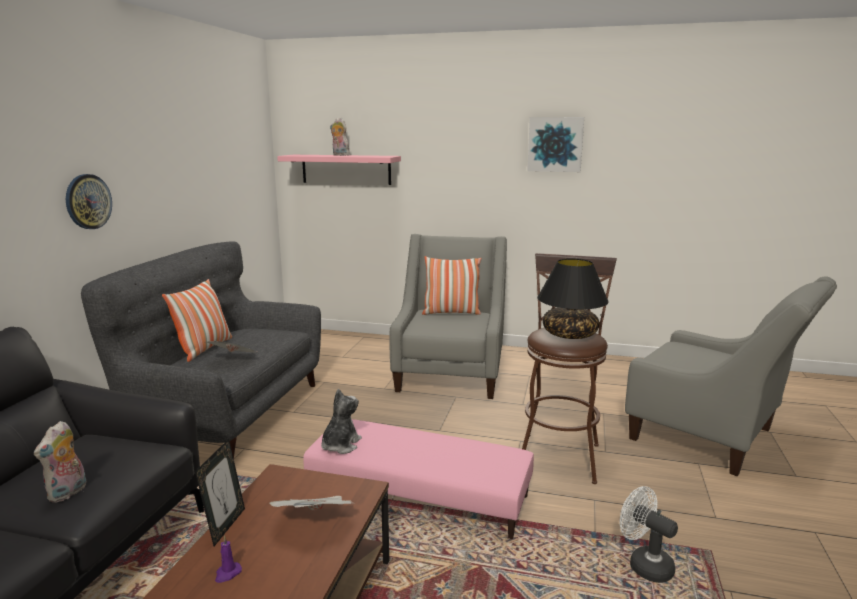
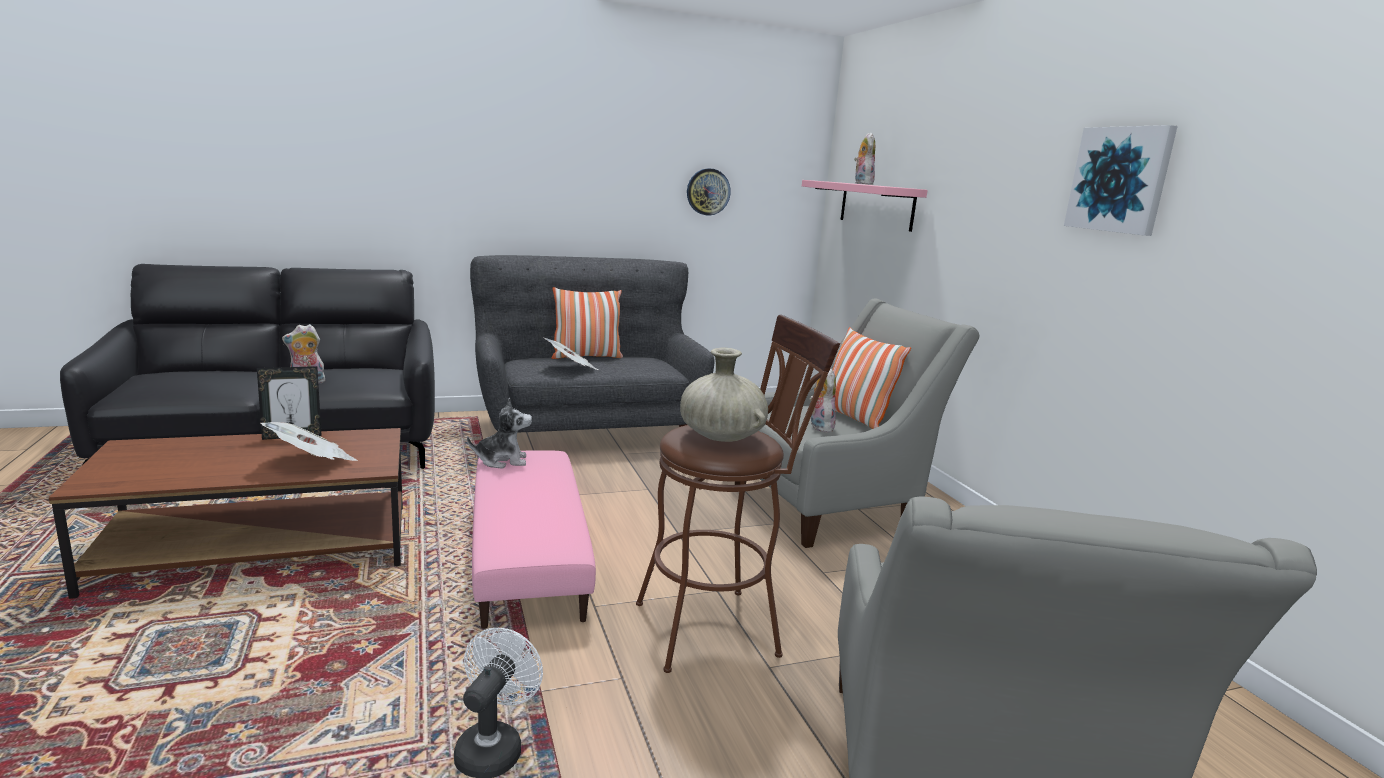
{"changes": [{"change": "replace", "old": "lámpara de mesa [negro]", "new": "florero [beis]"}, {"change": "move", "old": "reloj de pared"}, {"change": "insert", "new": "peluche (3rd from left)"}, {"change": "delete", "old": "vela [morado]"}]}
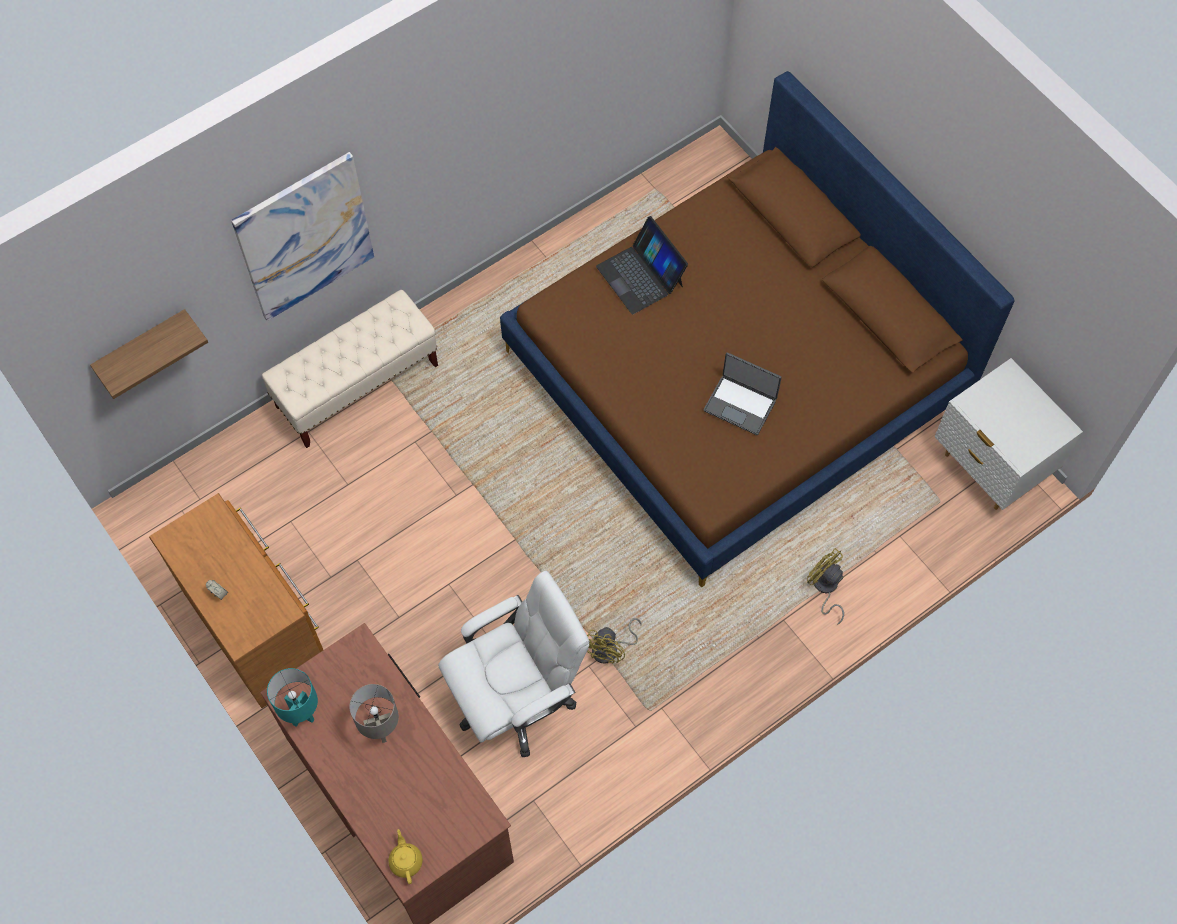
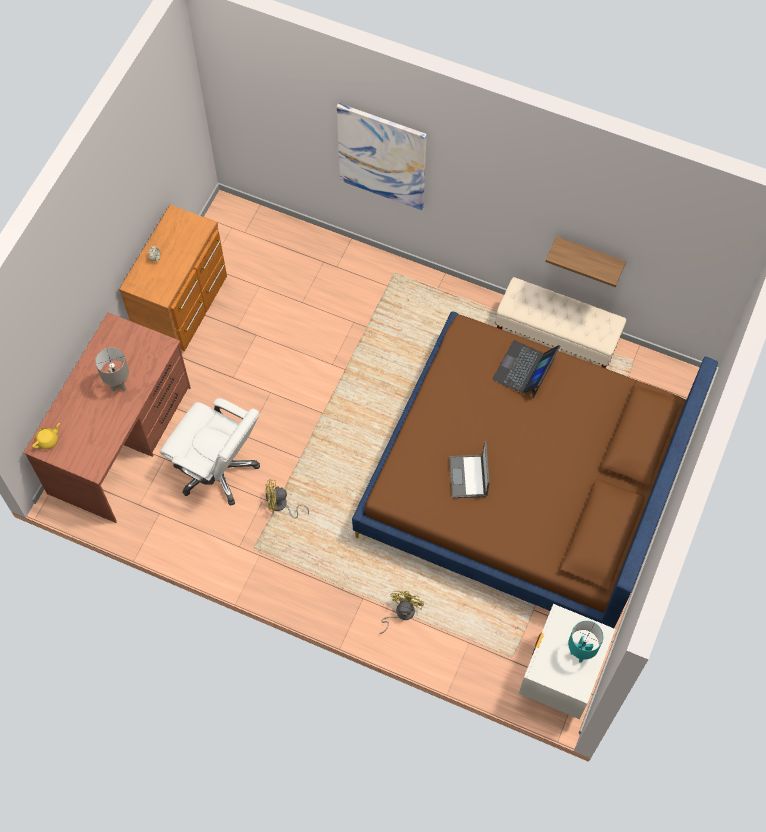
{"changes": [{"change": "move", "old": "banco [beis]"}, {"change": "move", "old": "estante"}, {"change": "move", "old": "lámpara de mesa [turquesa]"}]}
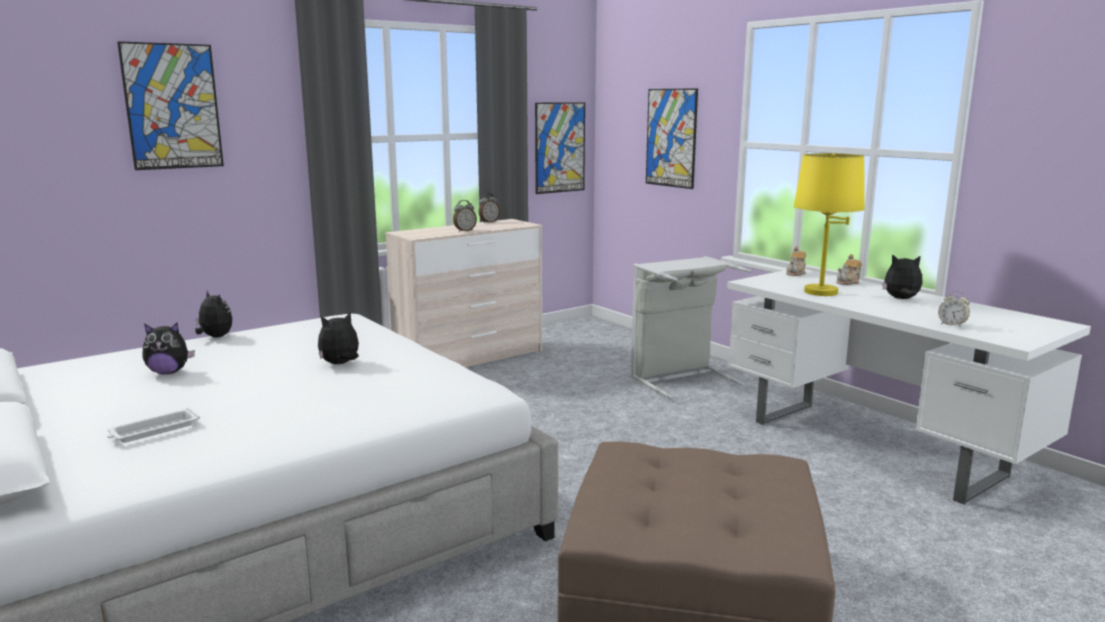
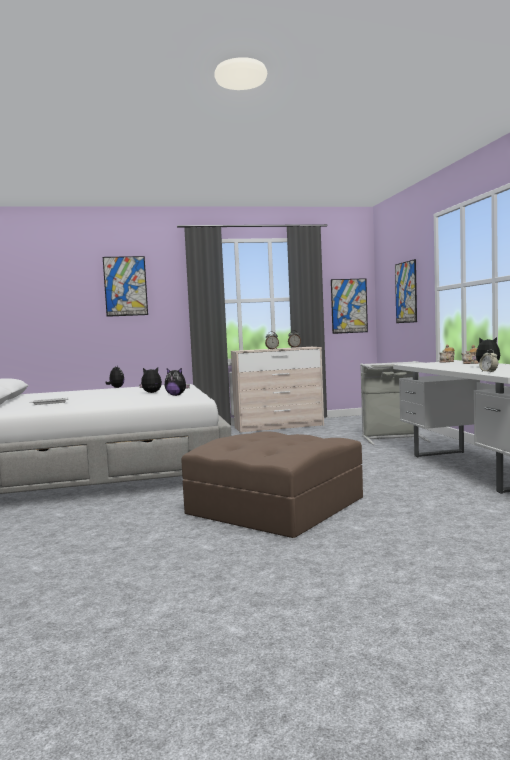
{"changes": [{"change": "move", "old": "peluche (1st from left in the first image)", "new": "peluche (3rd from left)"}, {"change": "delete", "old": "lámpara de mesa [amarillo]"}]}
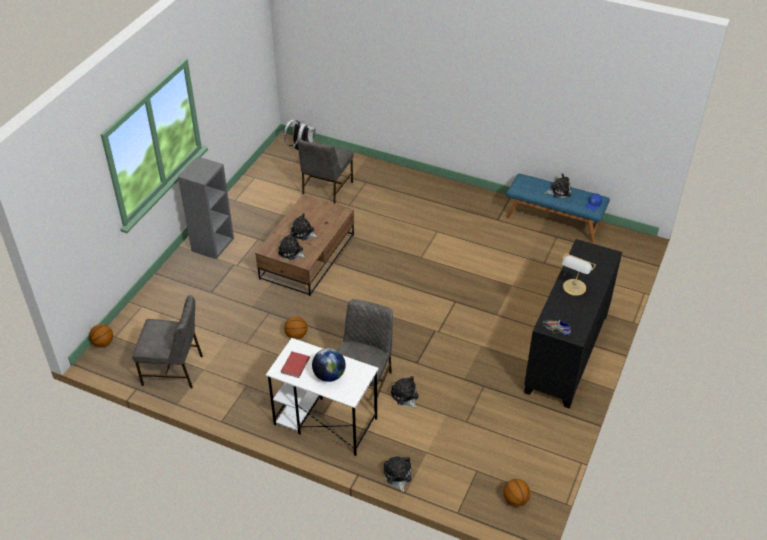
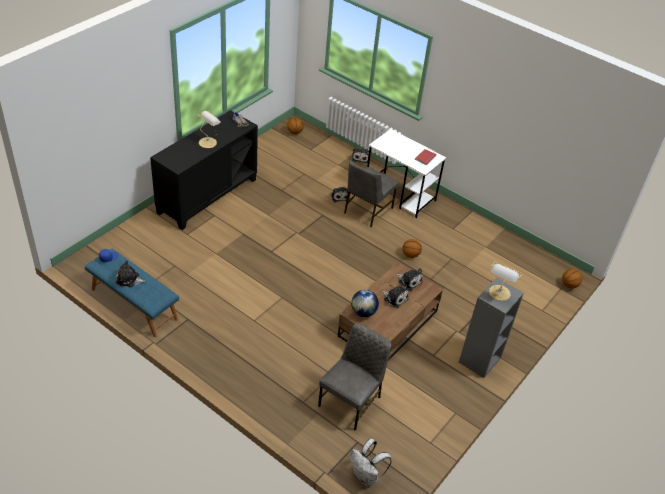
{"changes": [{"change": "move", "old": "globo terráqueo"}, {"change": "insert", "new": "lámpara de mesa (2nd from left)"}, {"change": "delete", "old": "silla [gris] (1st from left)"}]}
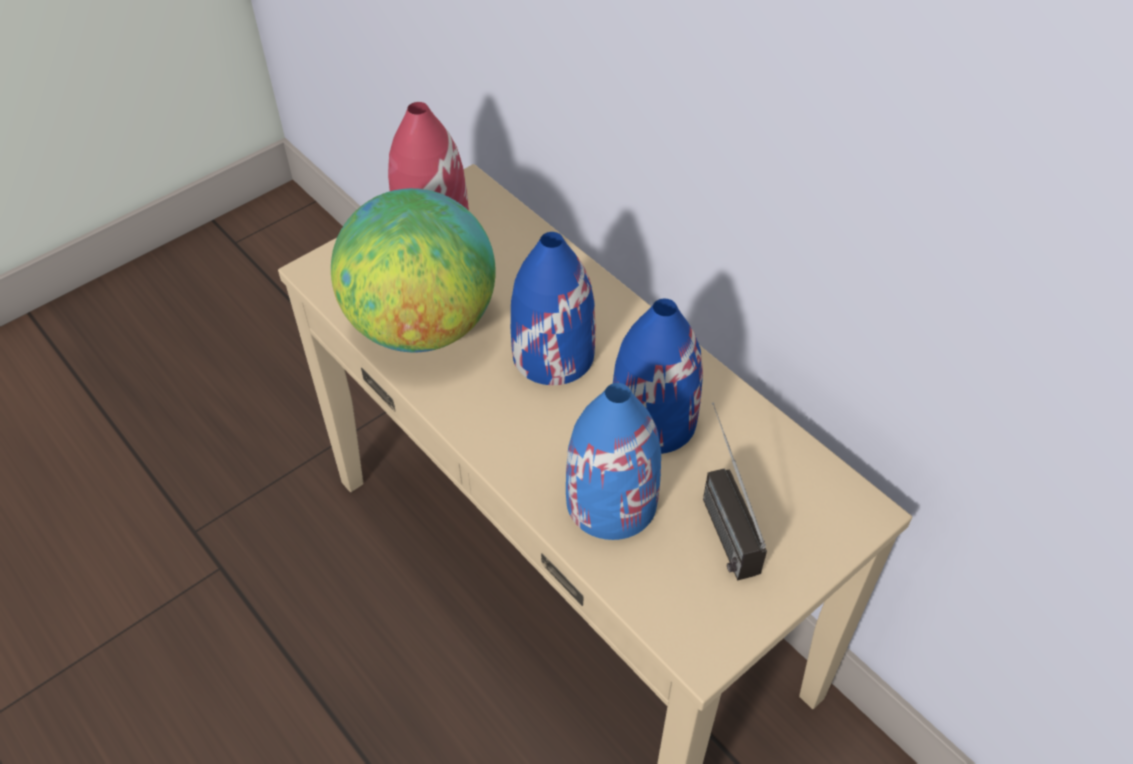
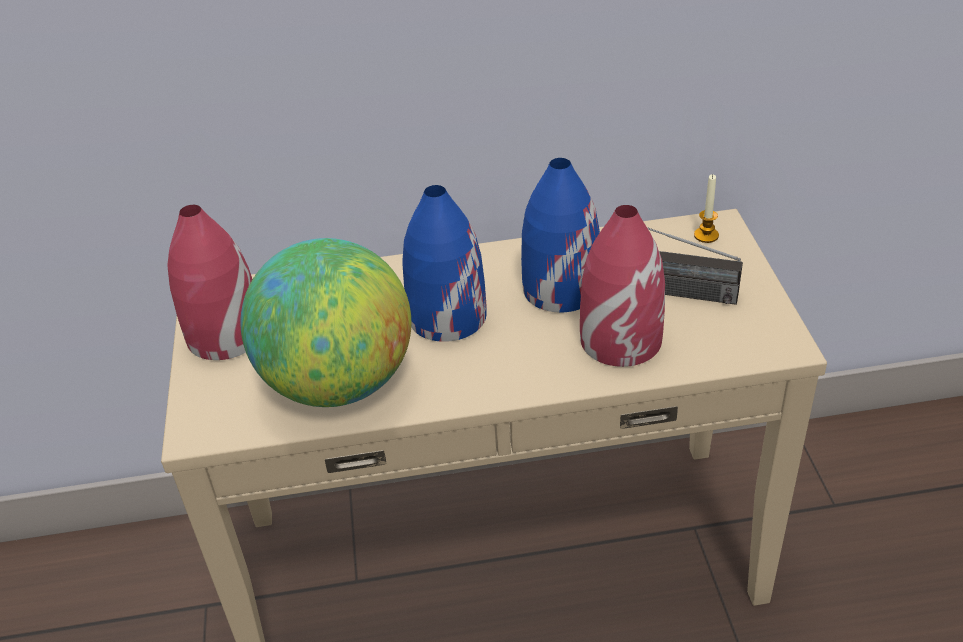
{"changes": [{"change": "recolor", "old": "florero [azul] (2nd from left)", "new": "florero [rojo] (2nd from left)"}, {"change": "insert", "new": "vela"}]}
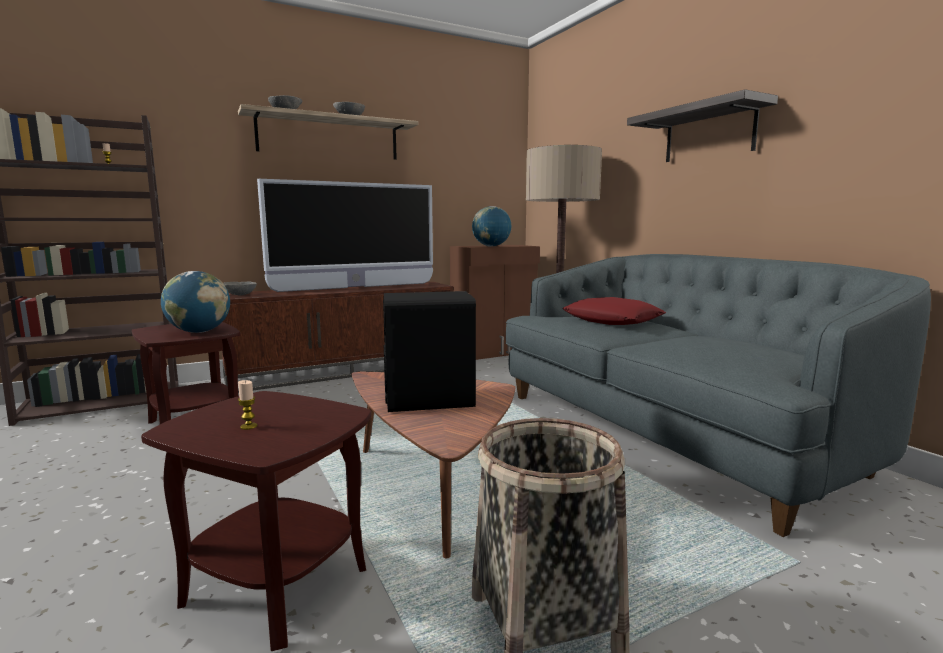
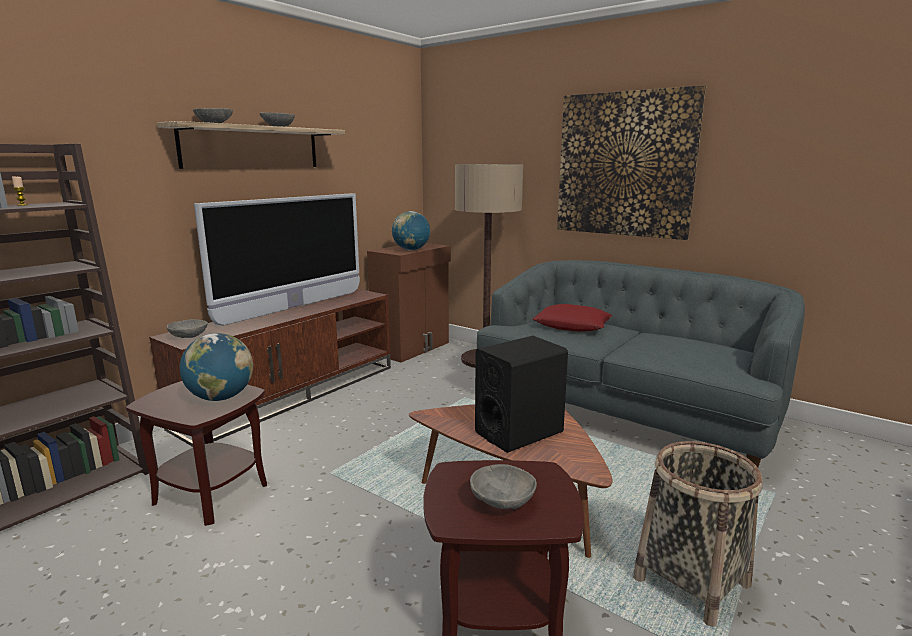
{"changes": [{"change": "replace", "old": "vela (2nd from left)", "new": "cuenco [gris] (4th from left)"}, {"change": "replace", "old": "estante (2nd from left)", "new": "cuadro"}]}
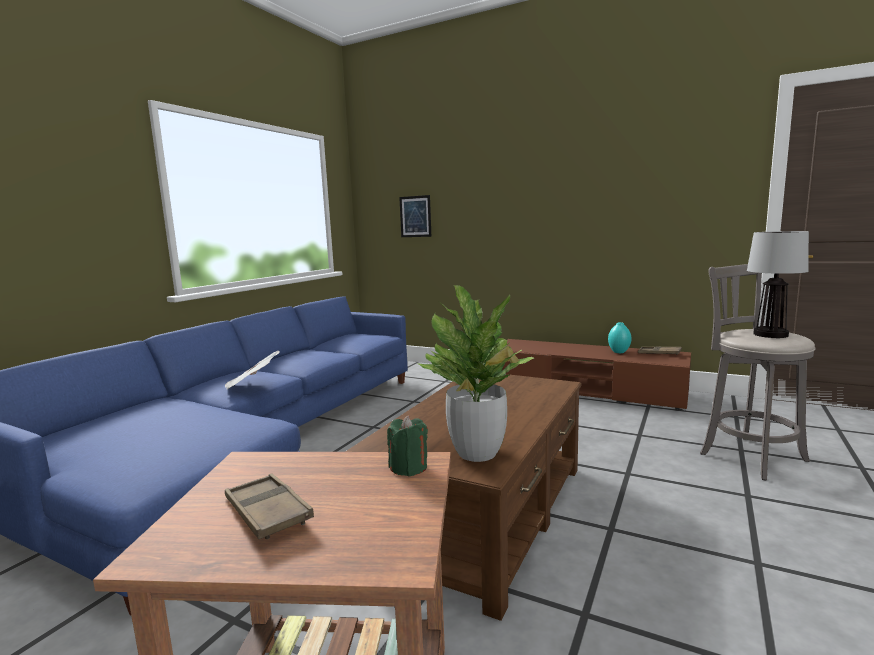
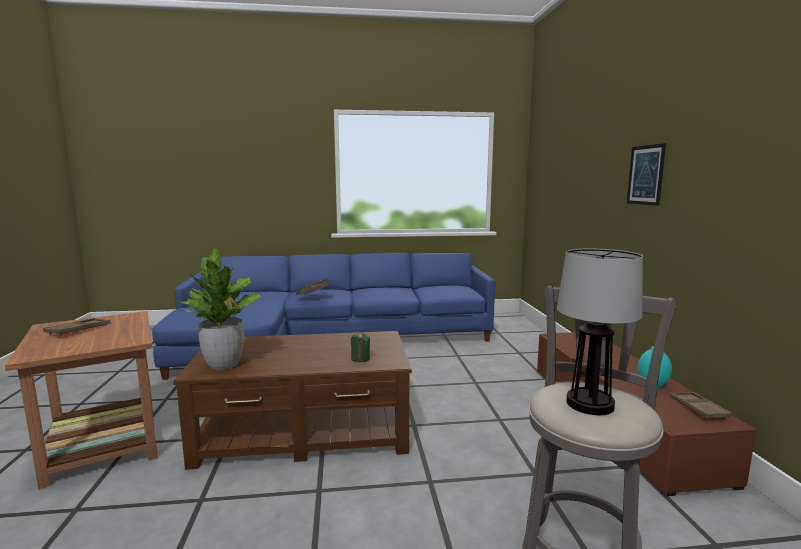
{"changes": [{"change": "move", "old": "vela [verde]"}, {"change": "move", "old": "cuadro"}]}
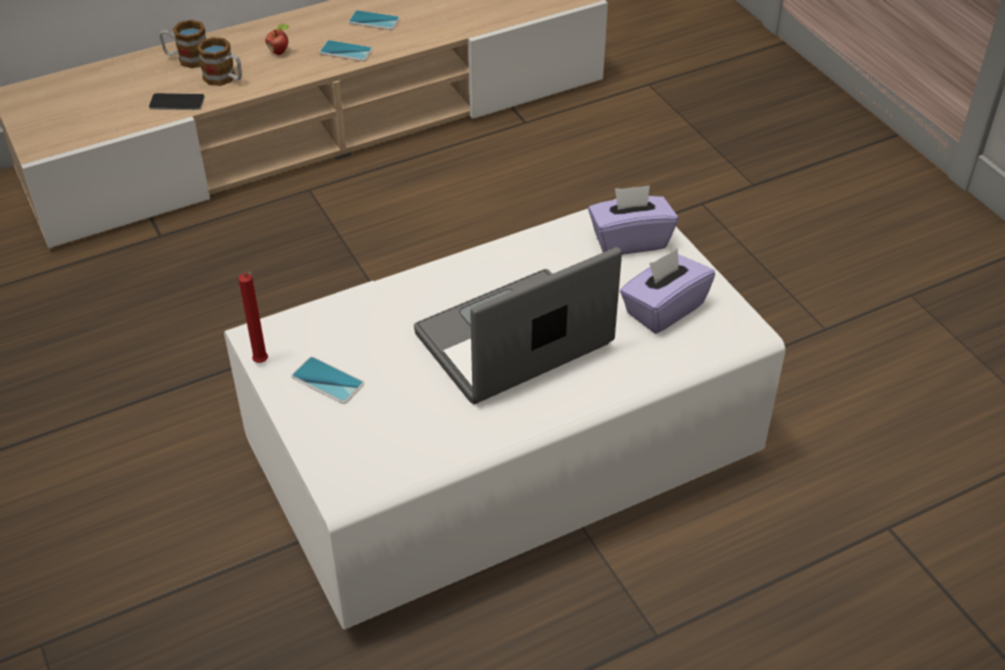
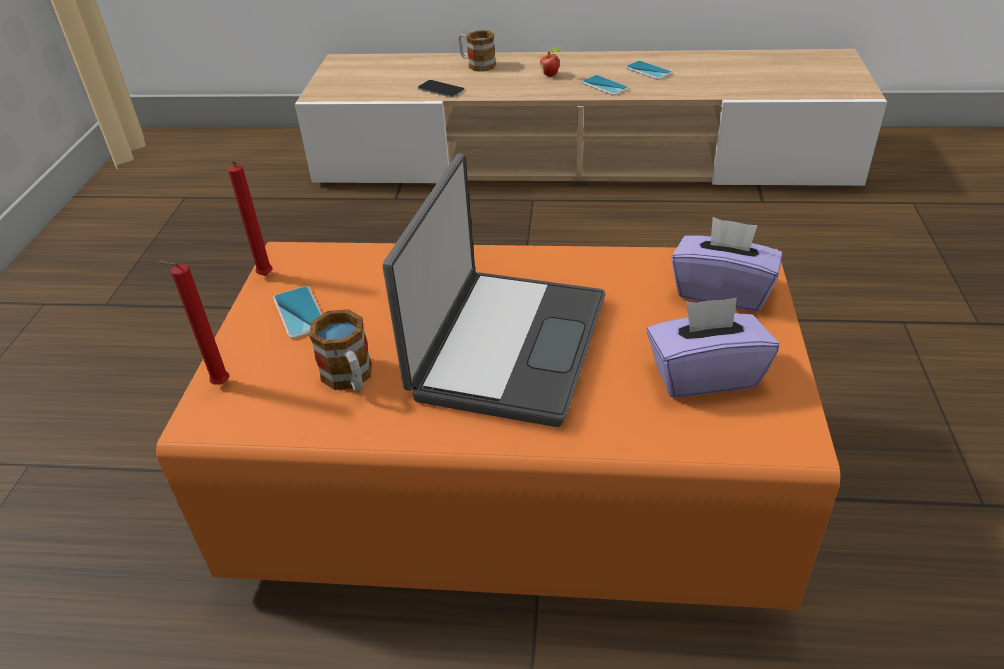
{"changes": [{"change": "recolor", "old": "mesa de centro [blanco]", "new": "mesa de centro [naranja]"}, {"change": "insert", "new": "vela [rojo] (1st from left)"}, {"change": "move", "old": "taza grande (2nd from left in the first image)", "new": "taza grande (1st from left)"}, {"change": "rotate", "old": "portátil", "degrees": 105}]}
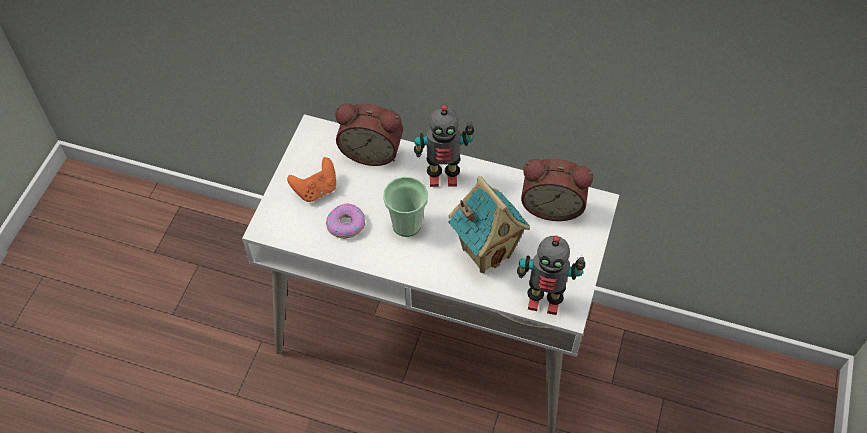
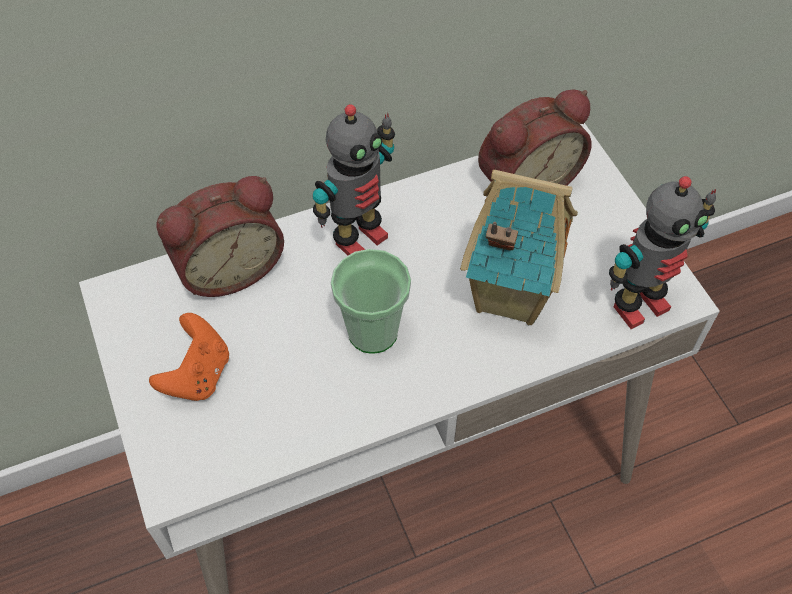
{"changes": [{"change": "delete", "old": "rosquilla"}]}
